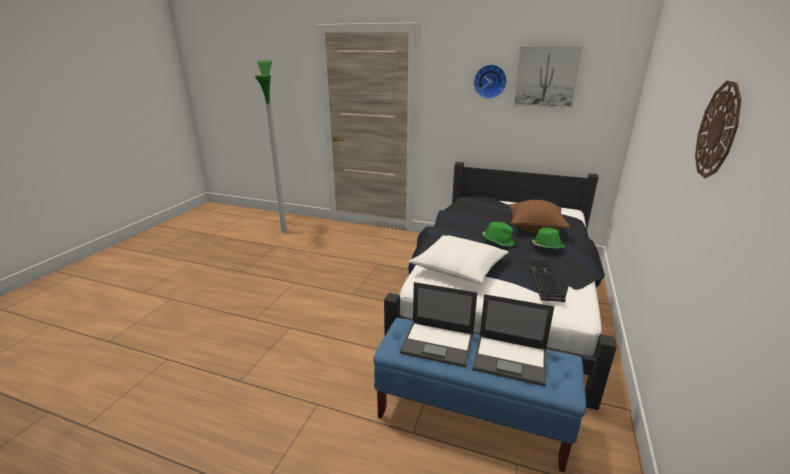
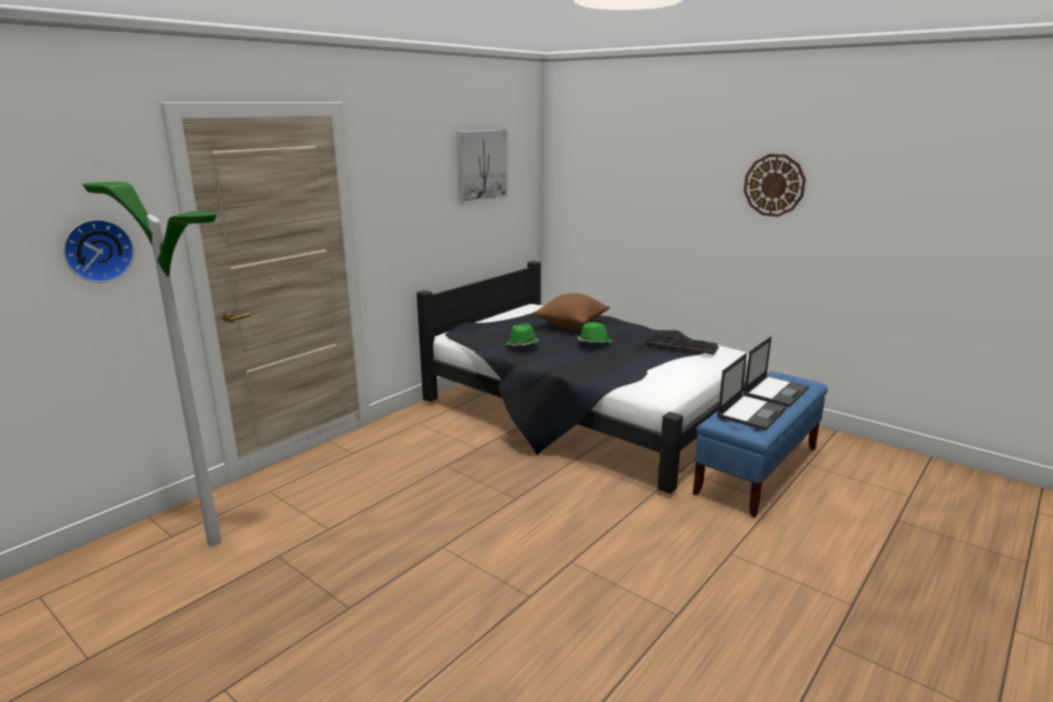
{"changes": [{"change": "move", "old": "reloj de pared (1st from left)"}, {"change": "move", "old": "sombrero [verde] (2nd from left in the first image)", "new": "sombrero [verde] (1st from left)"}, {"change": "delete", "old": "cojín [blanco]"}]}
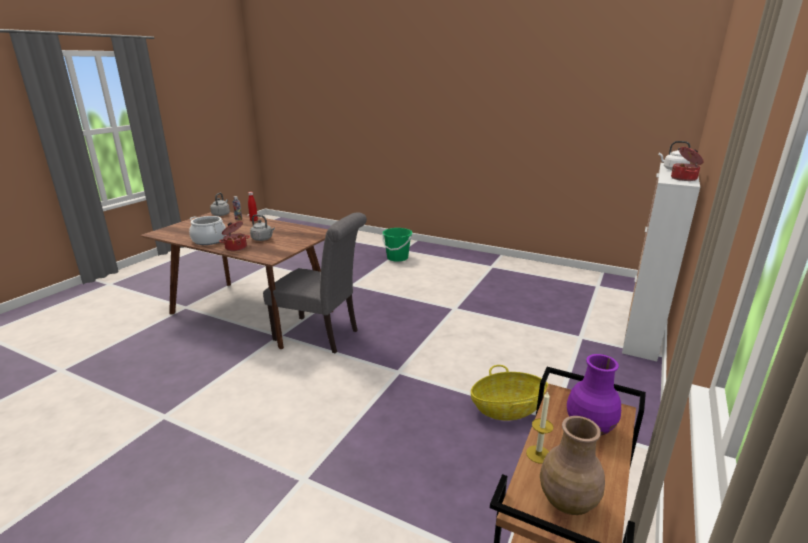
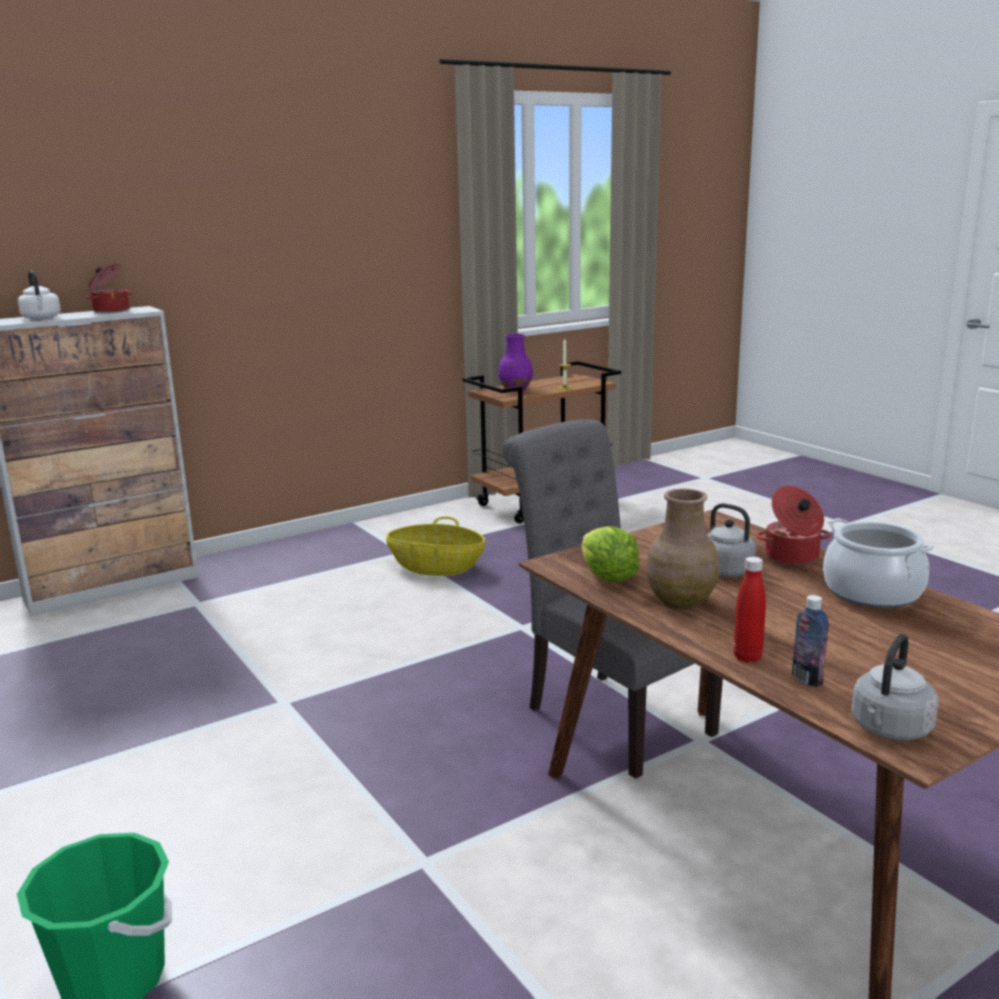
{"changes": [{"change": "insert", "new": "lechuga"}, {"change": "move", "old": "florero [marrón]"}]}
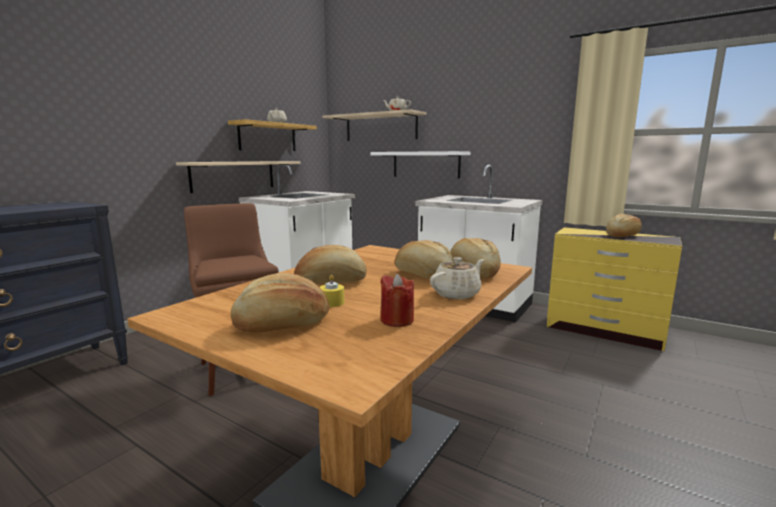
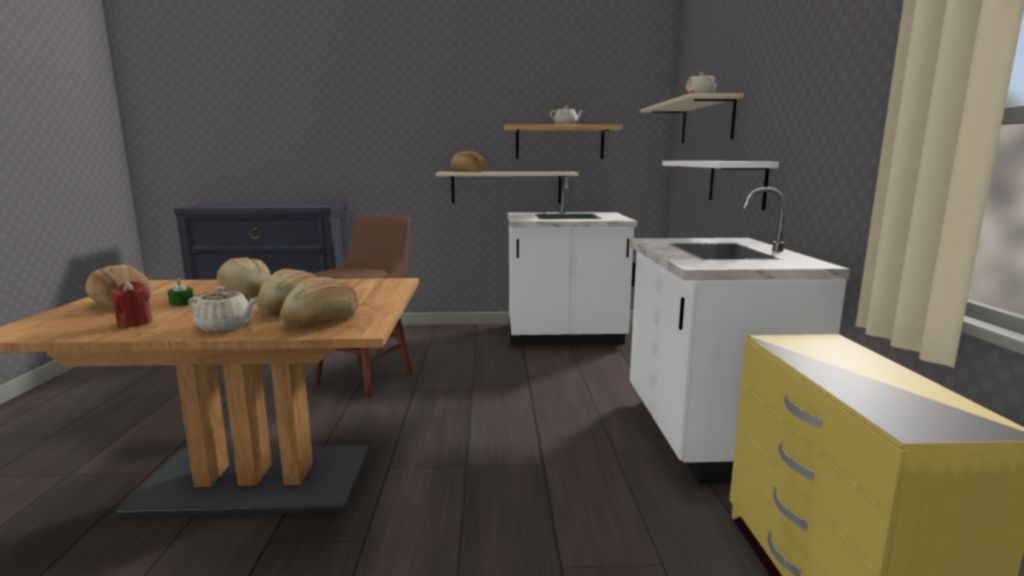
{"changes": [{"change": "recolor", "old": "vela [amarillo]", "new": "vela [verde]"}, {"change": "move", "old": "pan (5th from left)"}]}
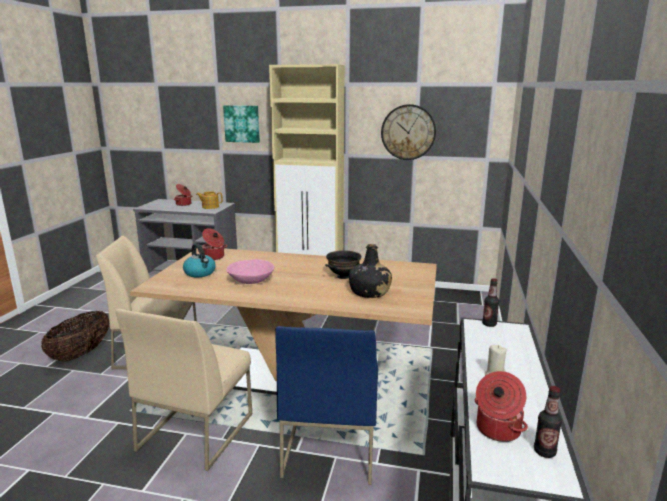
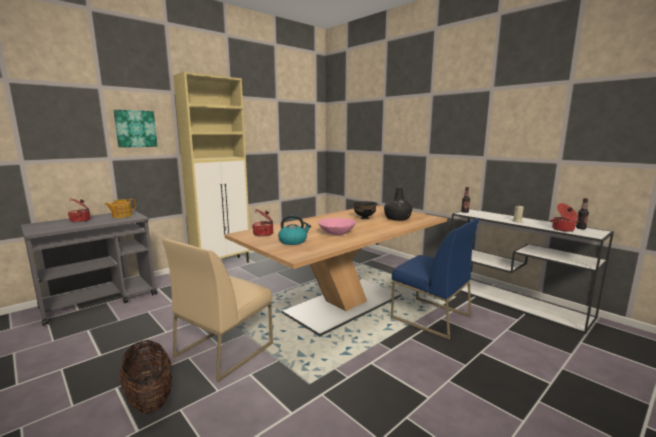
{"changes": [{"change": "delete", "old": "silla [beis] (2nd from left)"}, {"change": "delete", "old": "reloj de pared"}]}
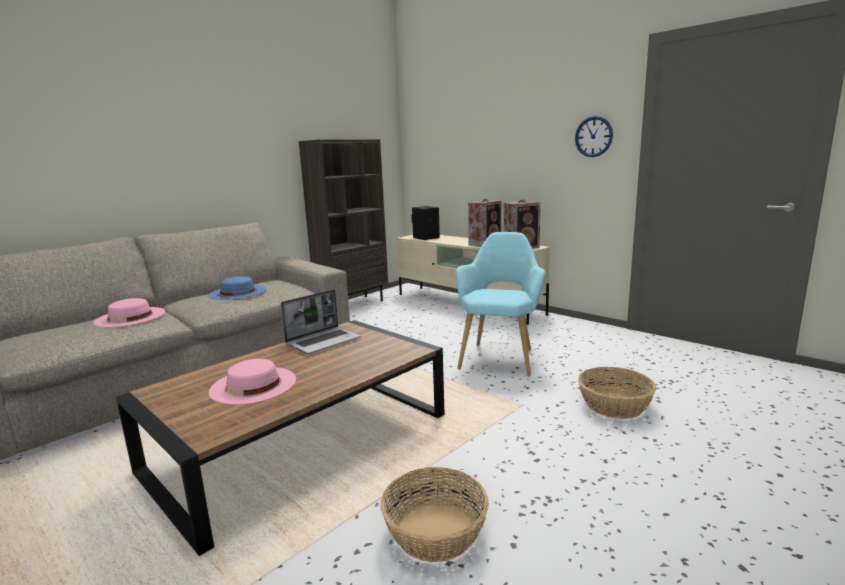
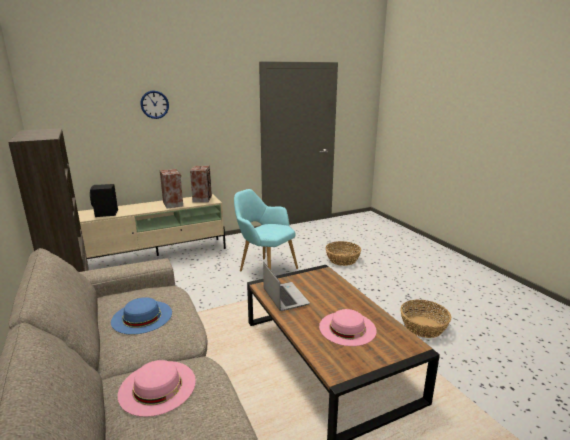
{"changes": [{"change": "move", "old": "reloj de pared"}]}
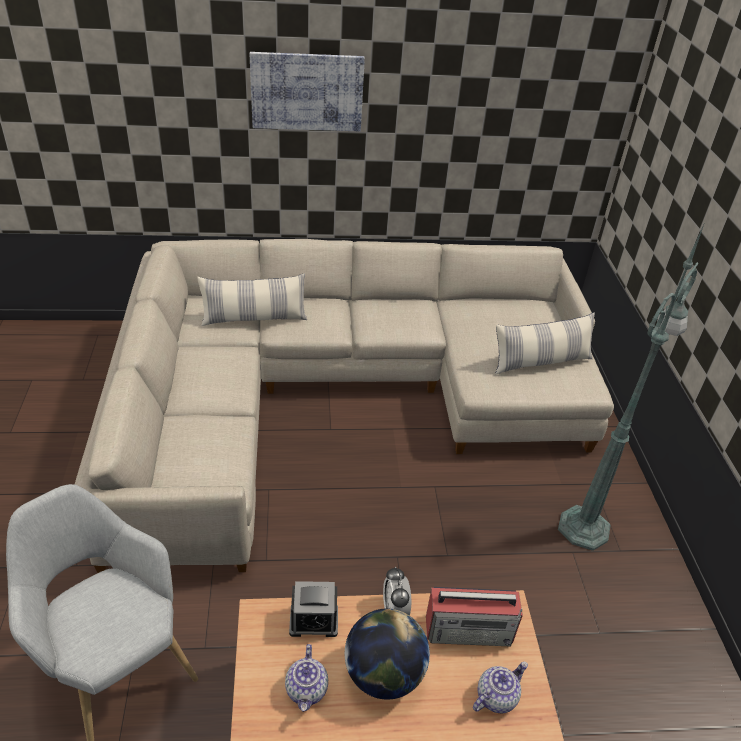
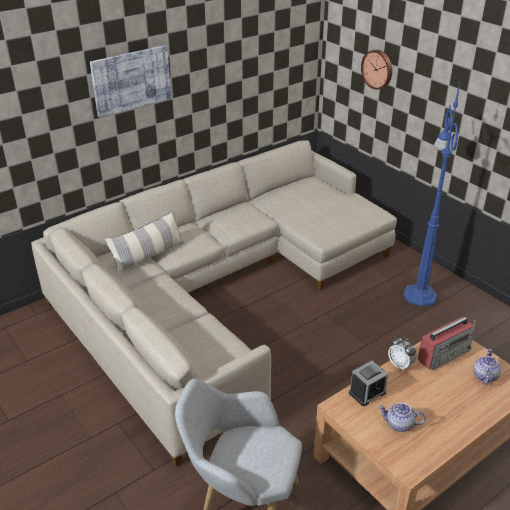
{"changes": [{"change": "insert", "new": "reloj de pared"}, {"change": "rotate", "old": "tetera (1st from left)", "degrees": 135}, {"change": "recolor", "old": "lámpara de pie [verde]", "new": "lámpara de pie [azul]"}, {"change": "delete", "old": "globo terráqueo"}, {"change": "delete", "old": "cojín (2nd from left)"}]}
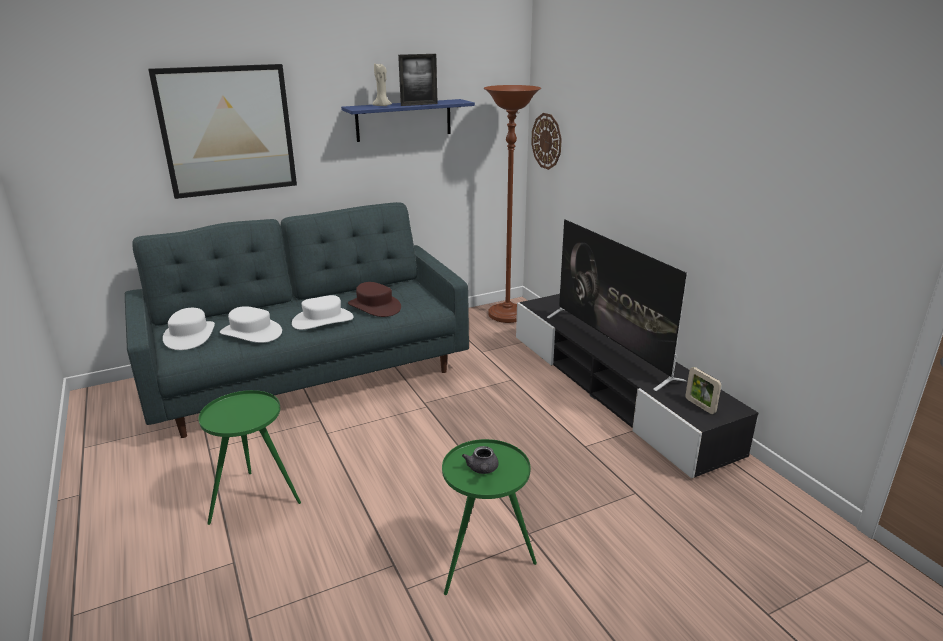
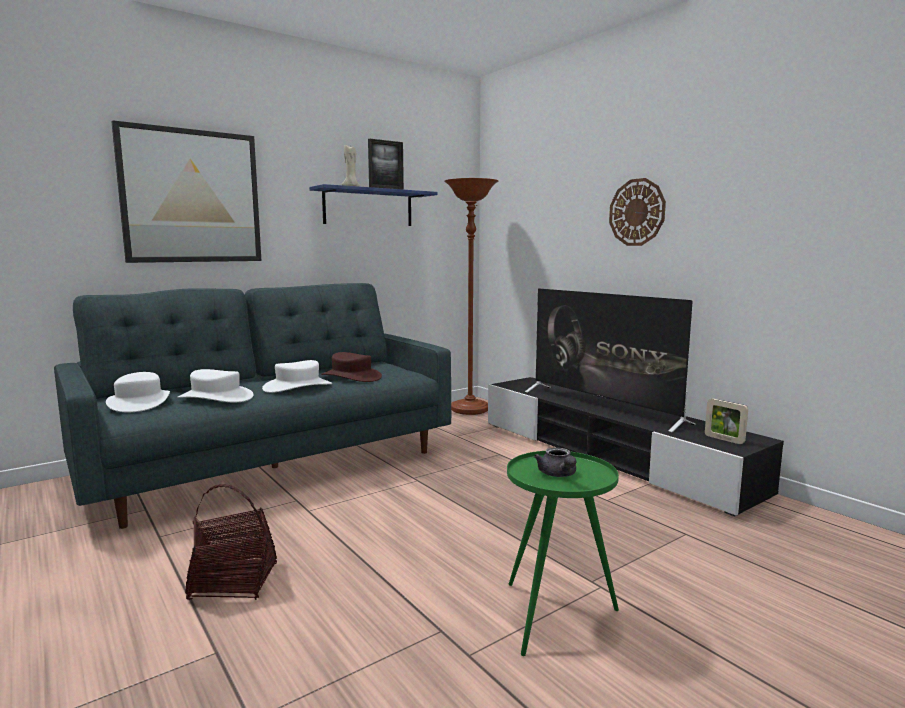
{"changes": [{"change": "replace", "old": "mesa auxiliar [verde] (1st from left)", "new": "cesta"}, {"change": "move", "old": "reloj de pared"}]}
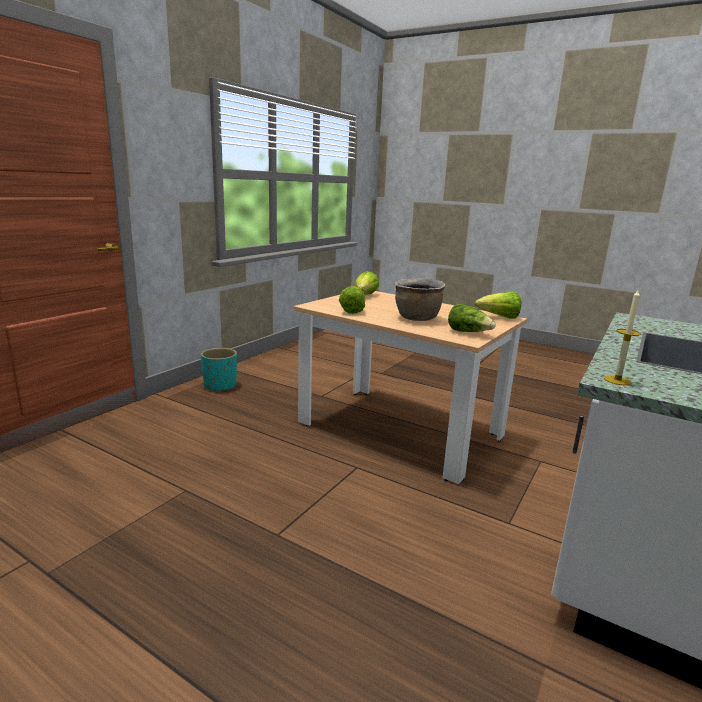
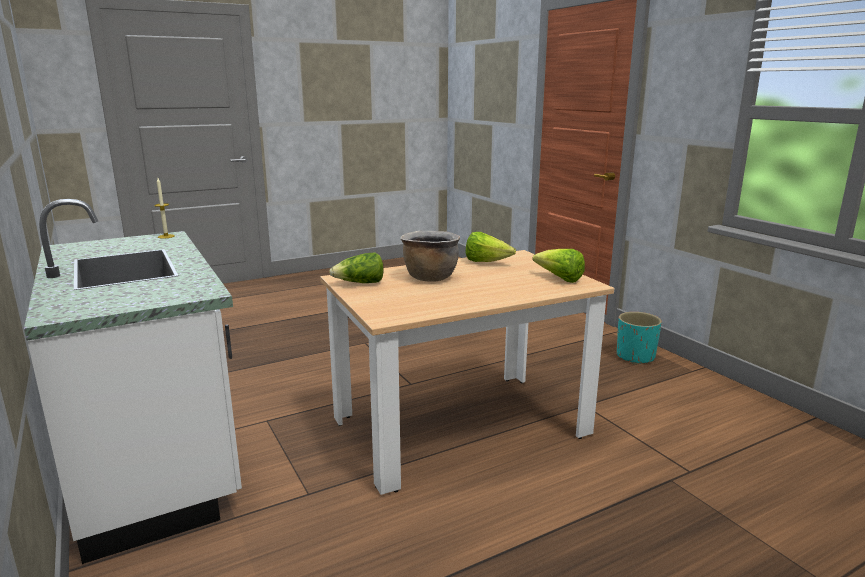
{"changes": [{"change": "delete", "old": "lechuga (4th from left)"}]}
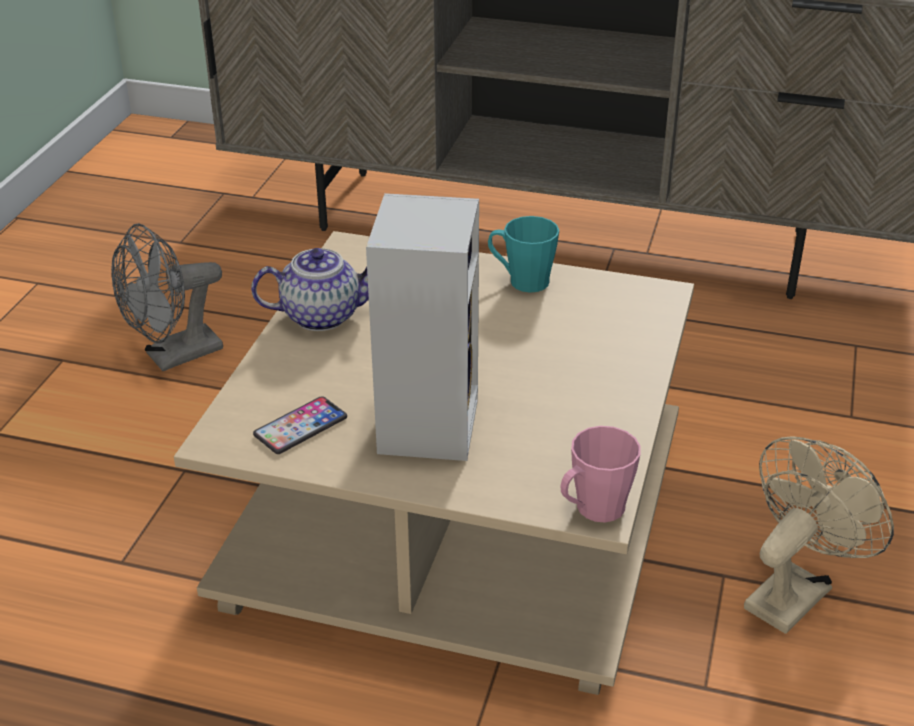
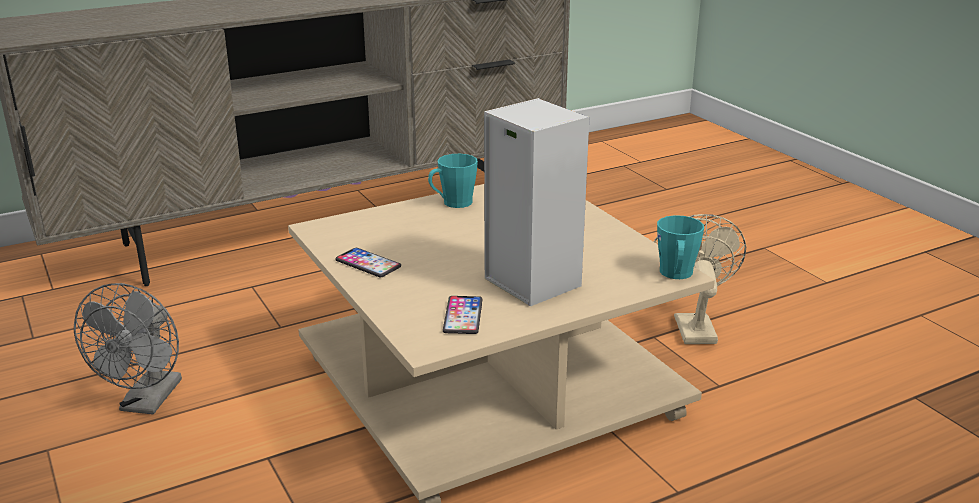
{"changes": [{"change": "replace", "old": "tetera", "new": "móvil (1st from left)"}, {"change": "recolor", "old": "taza grande [rosa]", "new": "taza grande [turquesa] (2nd from left)"}]}
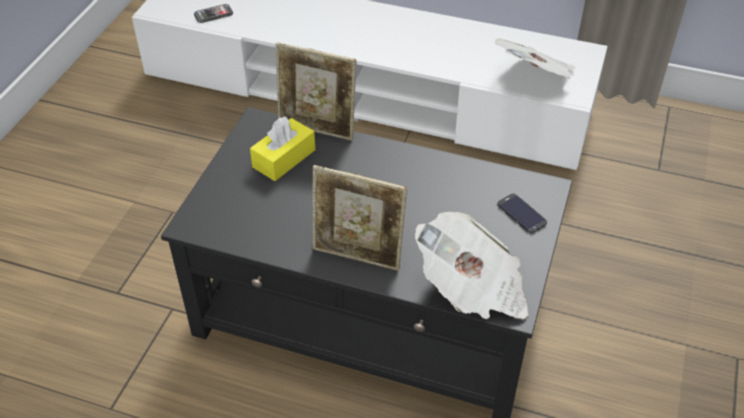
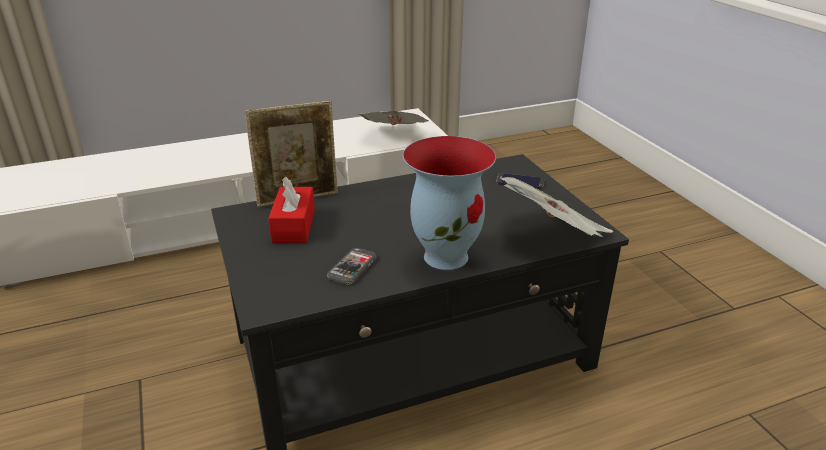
{"changes": [{"change": "recolor", "old": "caja de pañuelos [amarillo]", "new": "caja de pañuelos [rojo]"}, {"change": "move", "old": "móvil (1st from left)"}, {"change": "replace", "old": "portarretratos (2nd from left)", "new": "florero"}]}
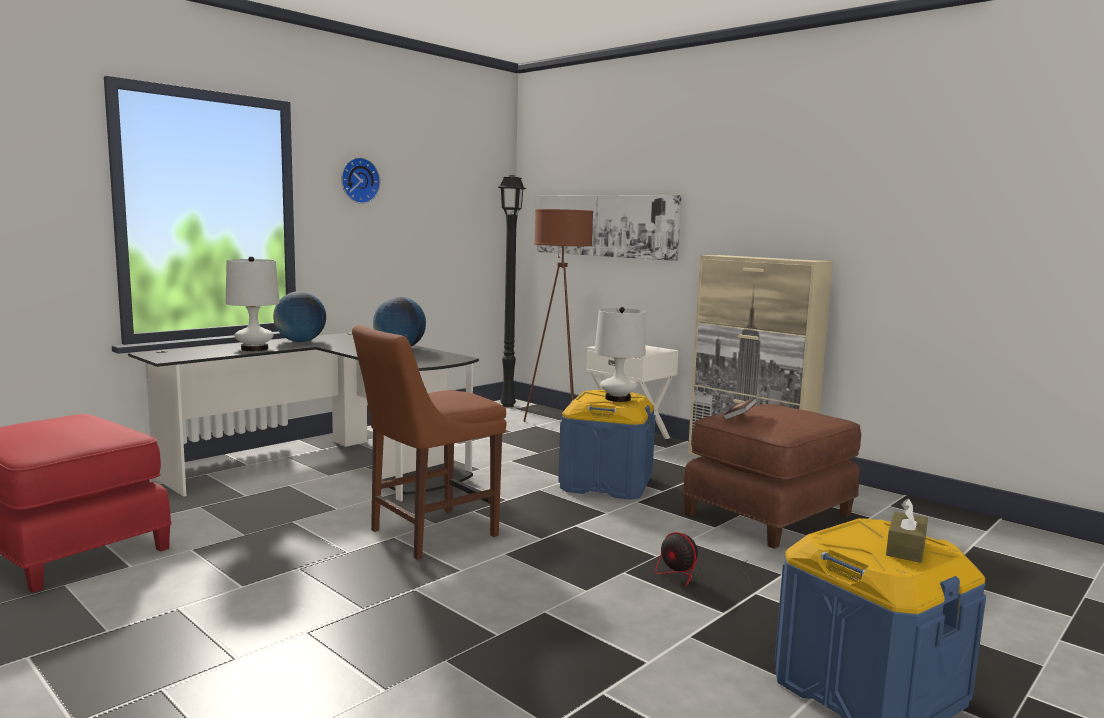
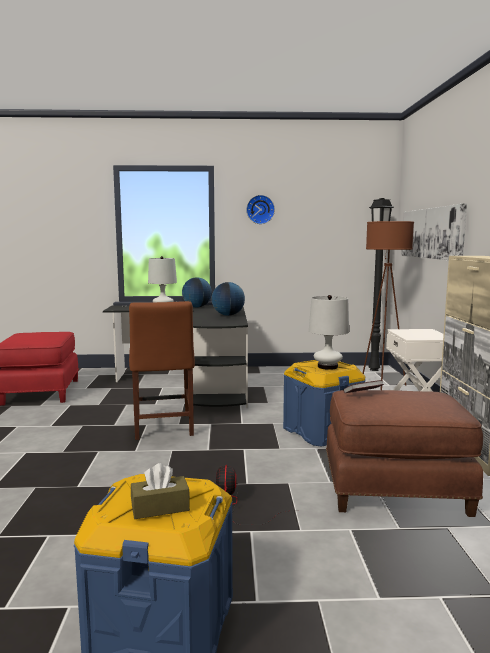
{"changes": [{"change": "rotate", "old": "silla [marrón]", "degrees": -105}]}
